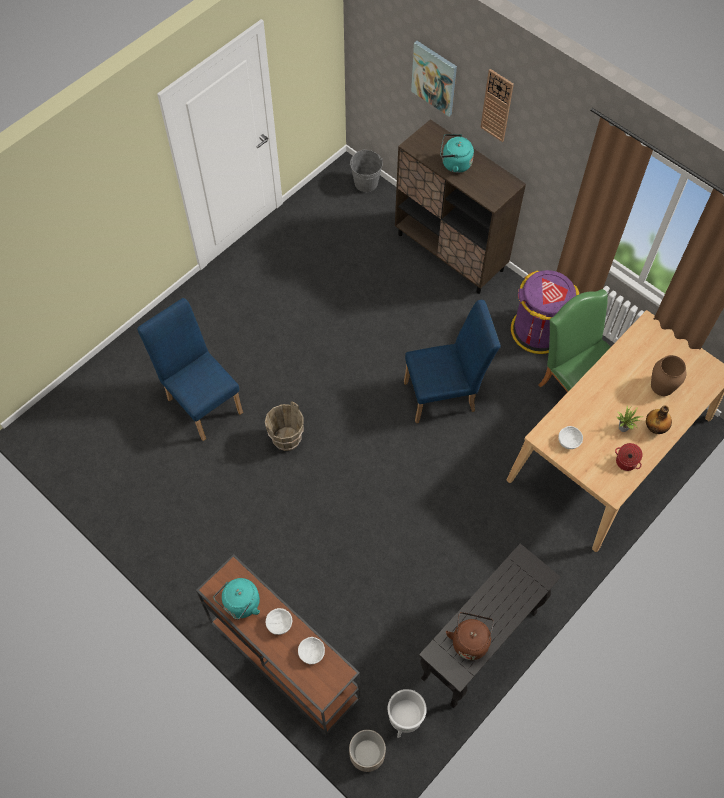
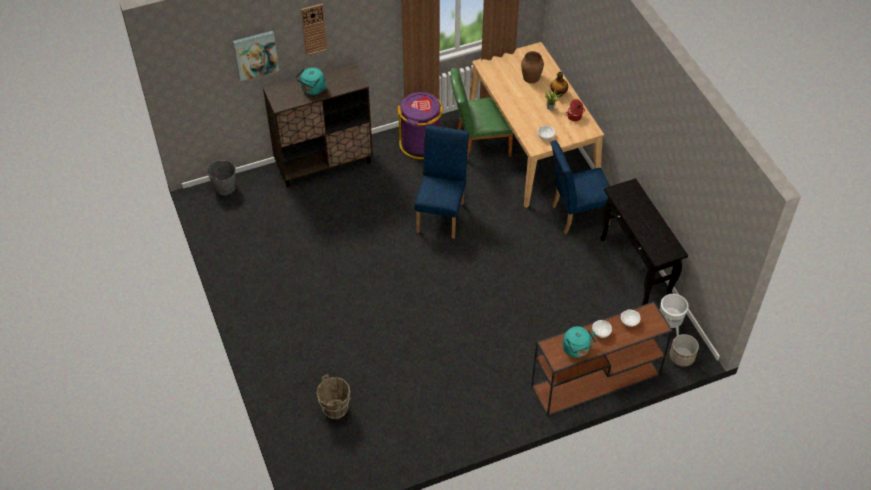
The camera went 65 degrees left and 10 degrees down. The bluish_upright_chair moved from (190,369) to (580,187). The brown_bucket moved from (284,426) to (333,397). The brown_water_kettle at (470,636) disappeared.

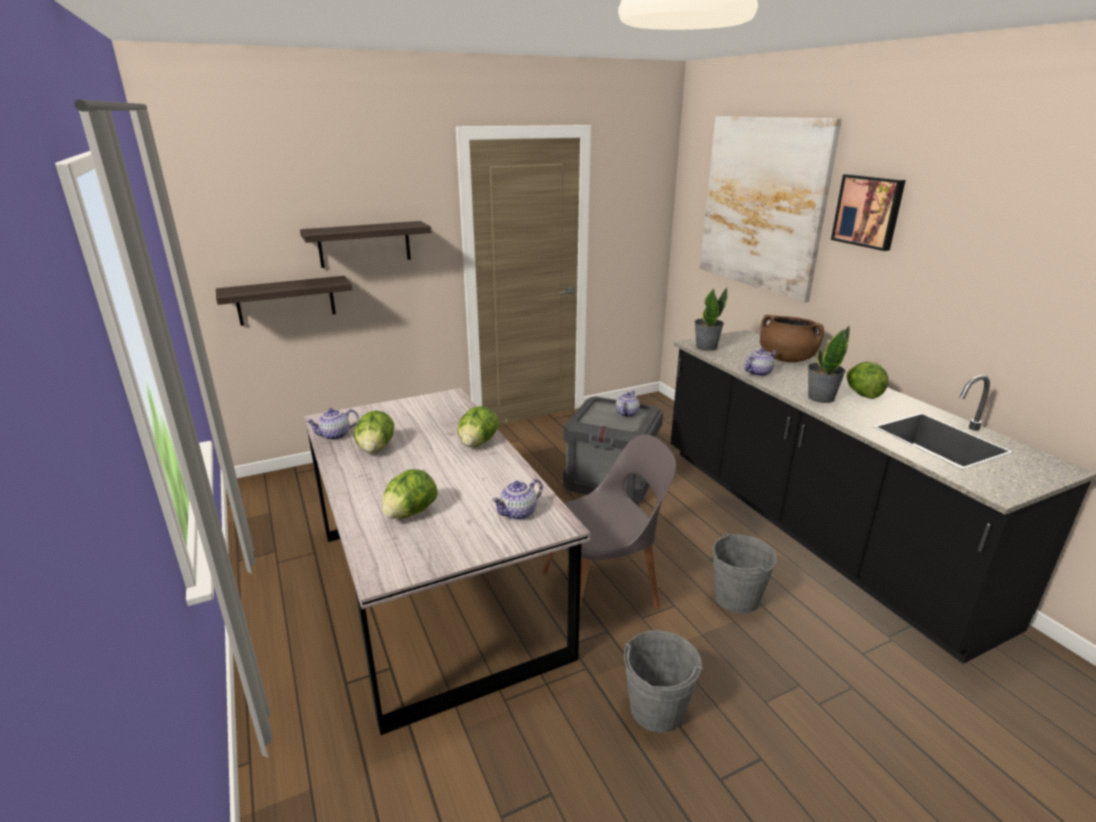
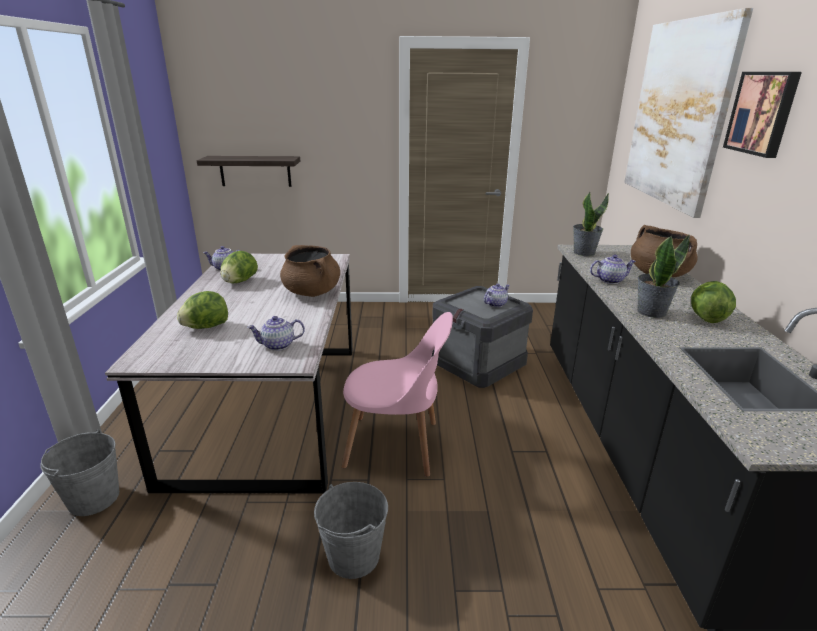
The camera went 25 degrees right and 0 degrees up. The shelf at (366,244) disappeared. The head_of_lettuce at (478,426) was replaced by the brown_saucepot at (310,271). The grey_upright_chair at (609,522) became the pink_upright_chair at (397,394). The grey_bucket moved from (744,573) to (79,473).

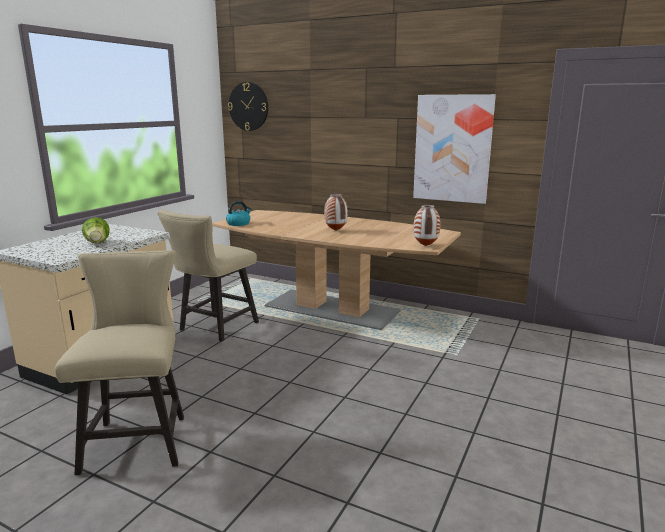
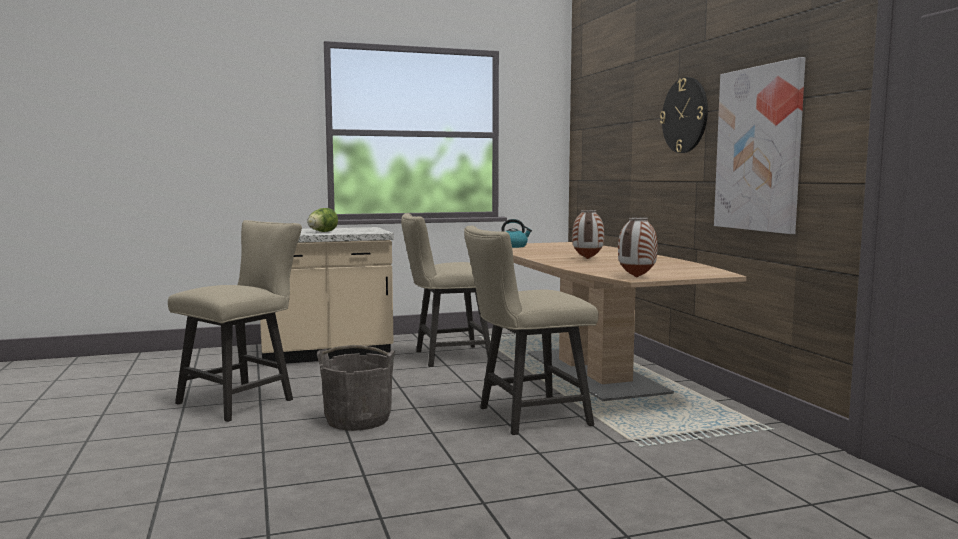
The camera went 45 degrees right and 10 degrees down. The hanging_clock moved from (248,106) to (684,115). The grey_bucket at (356,388) appeared. The sand-coloured_upright_chair at (531,330) appeared.

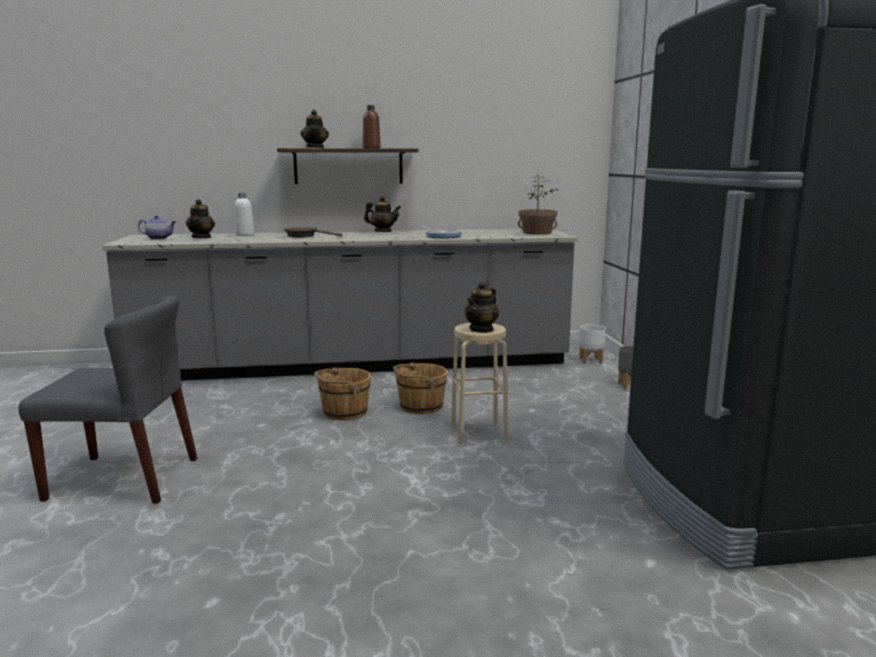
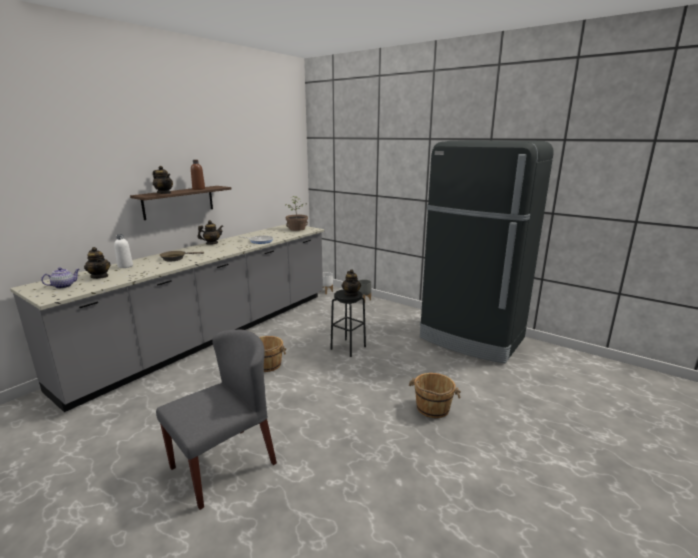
The camera went 45 degrees left and 5 degrees up. The brown_bucket moved from (420,388) to (435,395). The sand-coloured_stool at (479,383) became the black_stool at (348,323).

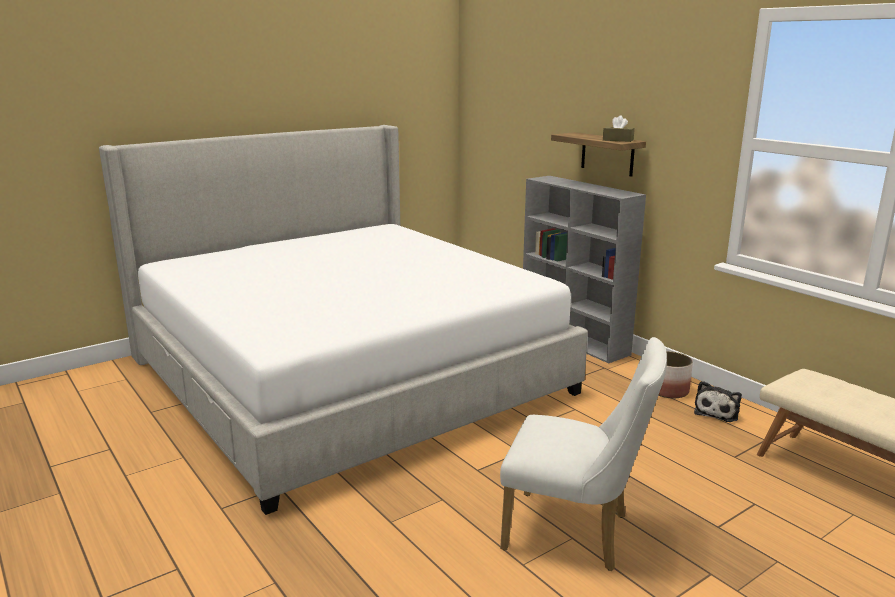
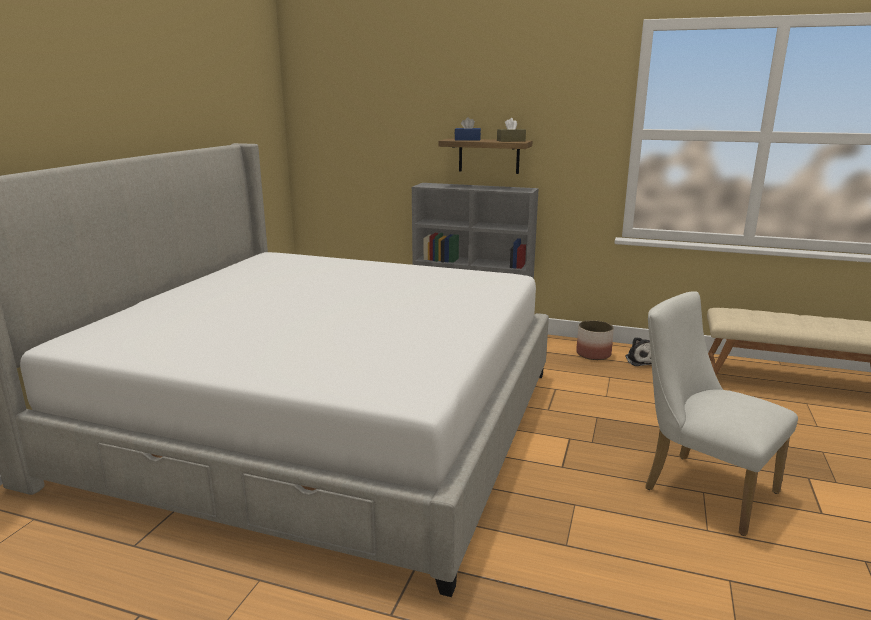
The camera went 35 degrees left and 0 degrees up. The whitish_upright_chair at (583,454) turned 120 degrees counterclockwise. The bluish_box_of_tissues at (467,129) appeared.

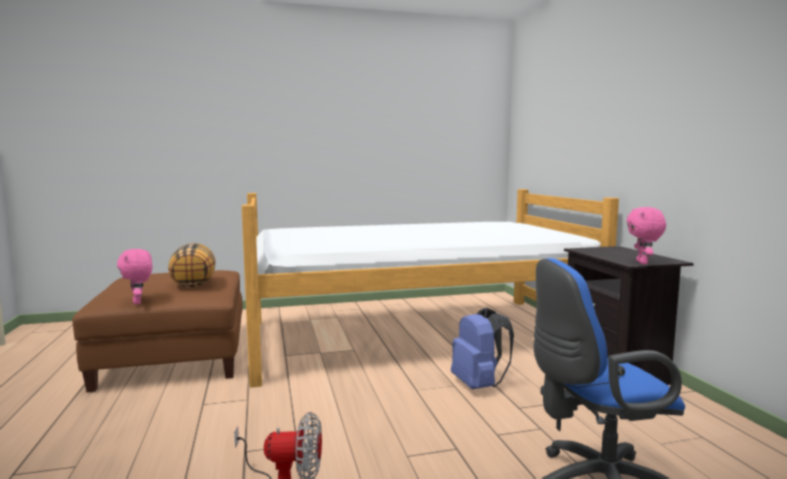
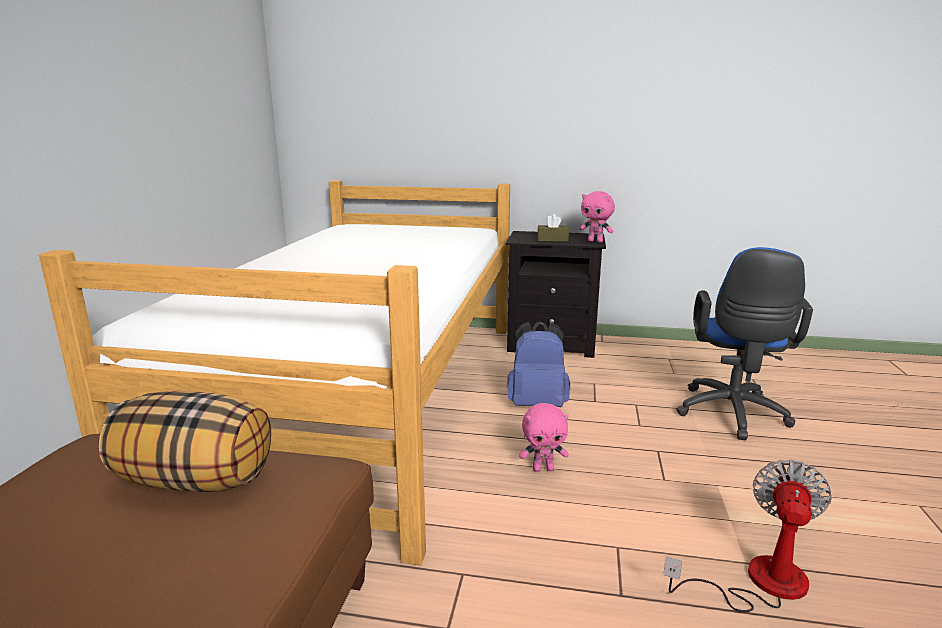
The camera went 65 degrees left and 10 degrees up. The pink_cuddly_toy moved from (134,276) to (544,437). The brown_box_of_tissues at (553,228) appeared.

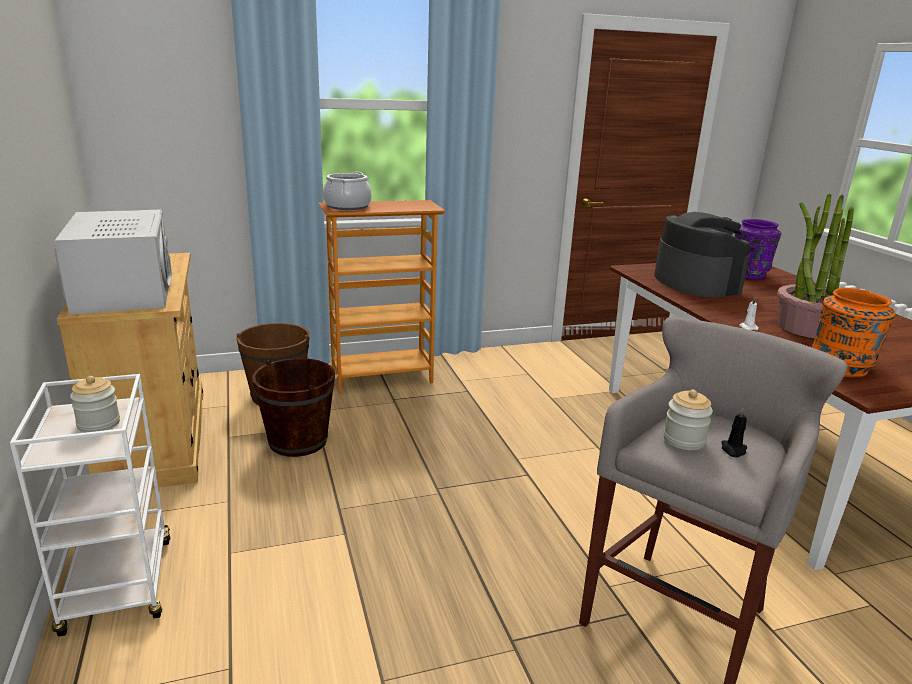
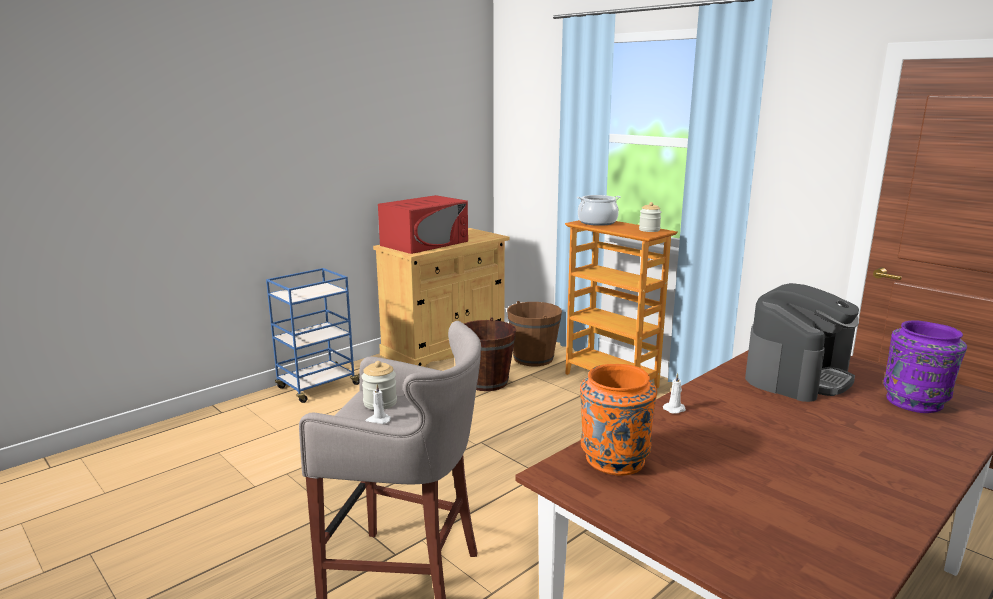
The camera went 65 degrees right and 5 degrees down. The whitish_cart at (90,505) became the bluish_cart at (312,335). The whitish_microwave_oven at (113,262) became the red-coloured_microwave_oven at (423,224). The jar moved from (95,404) to (650,217). The black_wax_candle at (734,432) became the whitish_wax_candle at (378,404). The plant_in_a_pot at (815,265) disappeared.

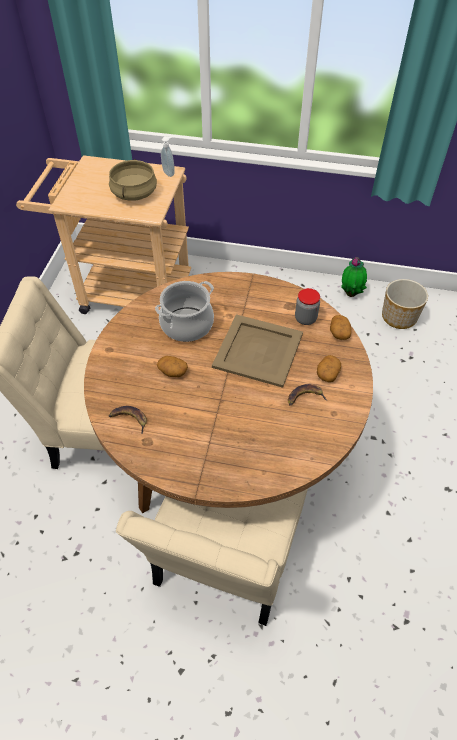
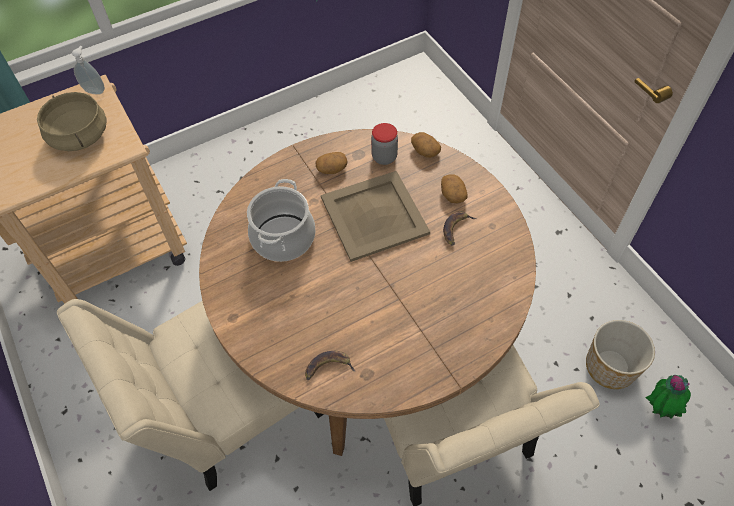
The camera went 40 degrees left and 5 degrees up. The potato moved from (172,366) to (332,163). The plant_in_a_pot moved from (354,277) to (668,397). The planter moved from (405,304) to (620,354).

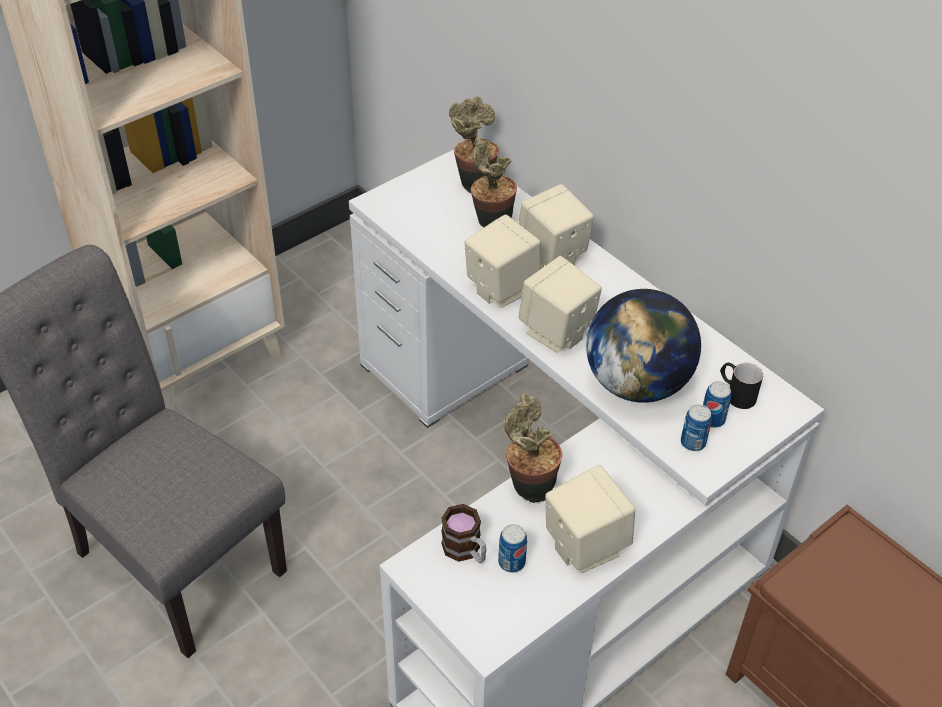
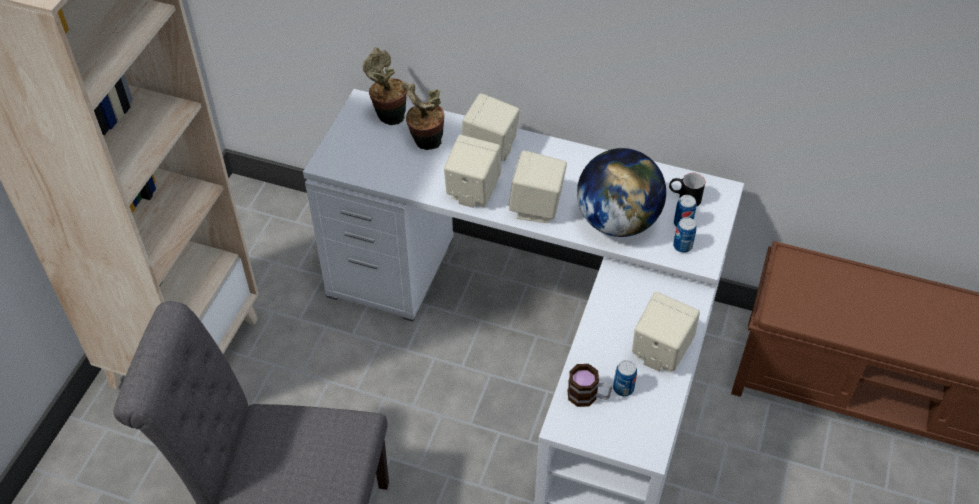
The camera went 30 degrees left and 5 degrees up. The plant_in_a_pot at (533,448) disappeared.

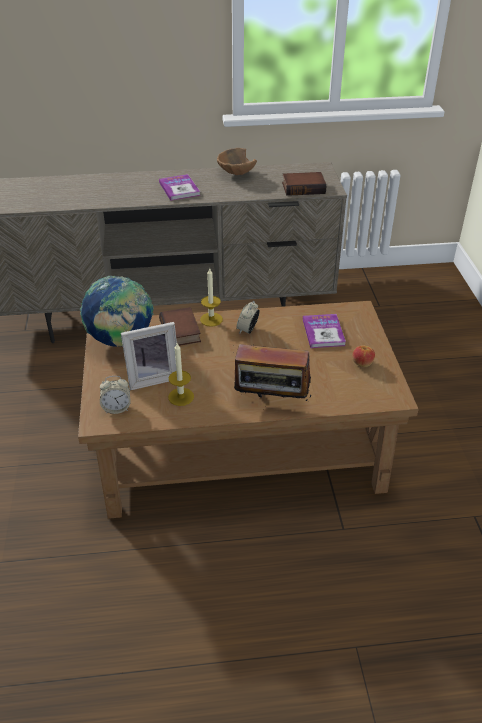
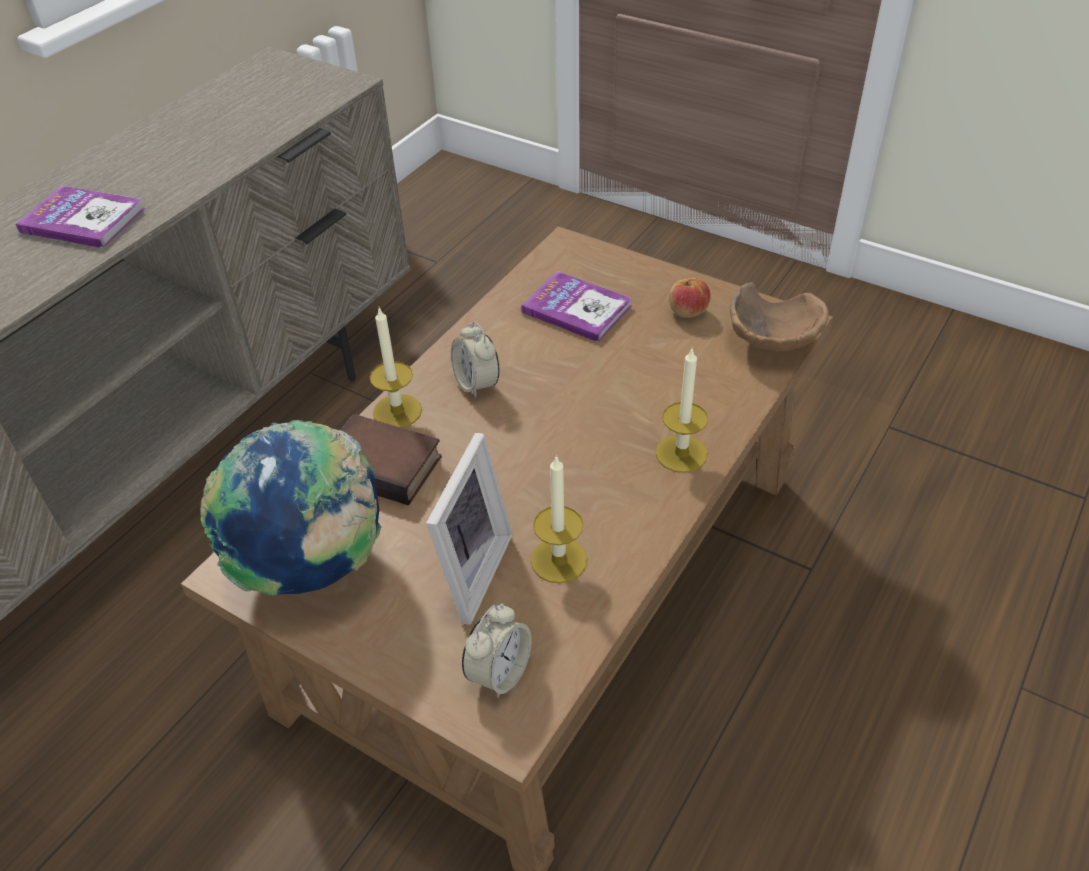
The camera went 50 degrees left and 5 degrees up. The brown_serving_bowl moved from (237,161) to (779,316). The radio at (272,375) was replaced by the wax_candle at (682,411). The volume at (304,184) disappeared.

